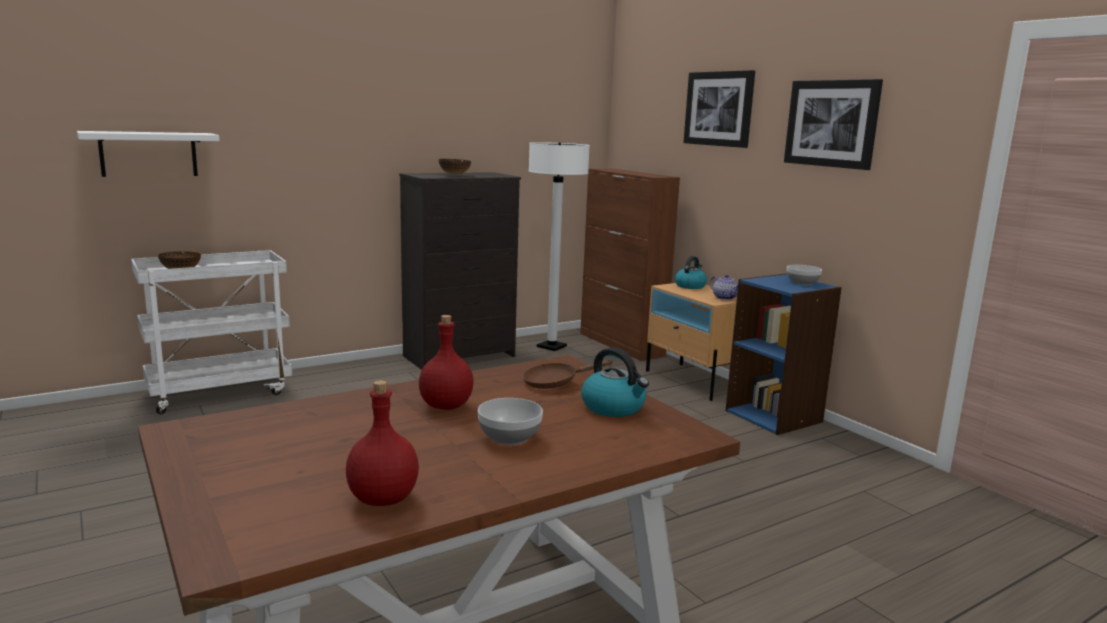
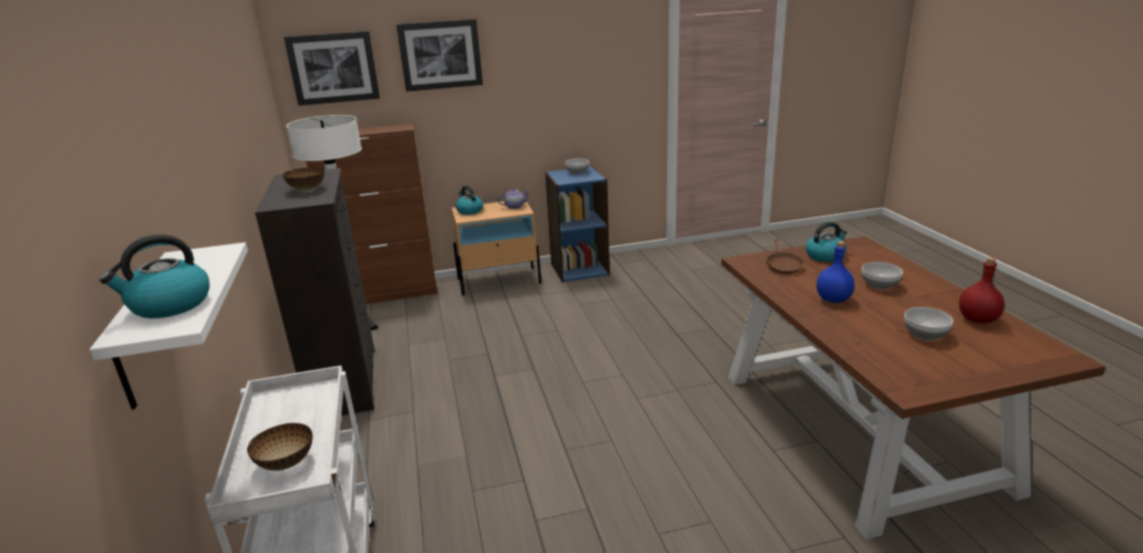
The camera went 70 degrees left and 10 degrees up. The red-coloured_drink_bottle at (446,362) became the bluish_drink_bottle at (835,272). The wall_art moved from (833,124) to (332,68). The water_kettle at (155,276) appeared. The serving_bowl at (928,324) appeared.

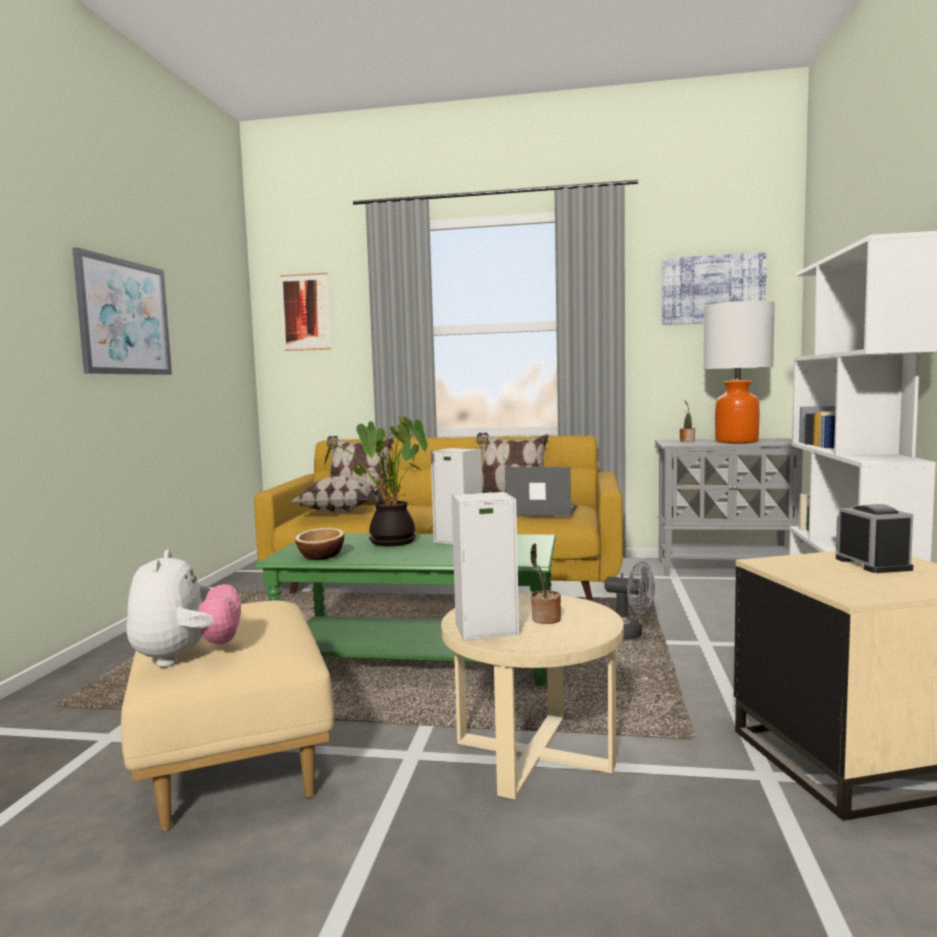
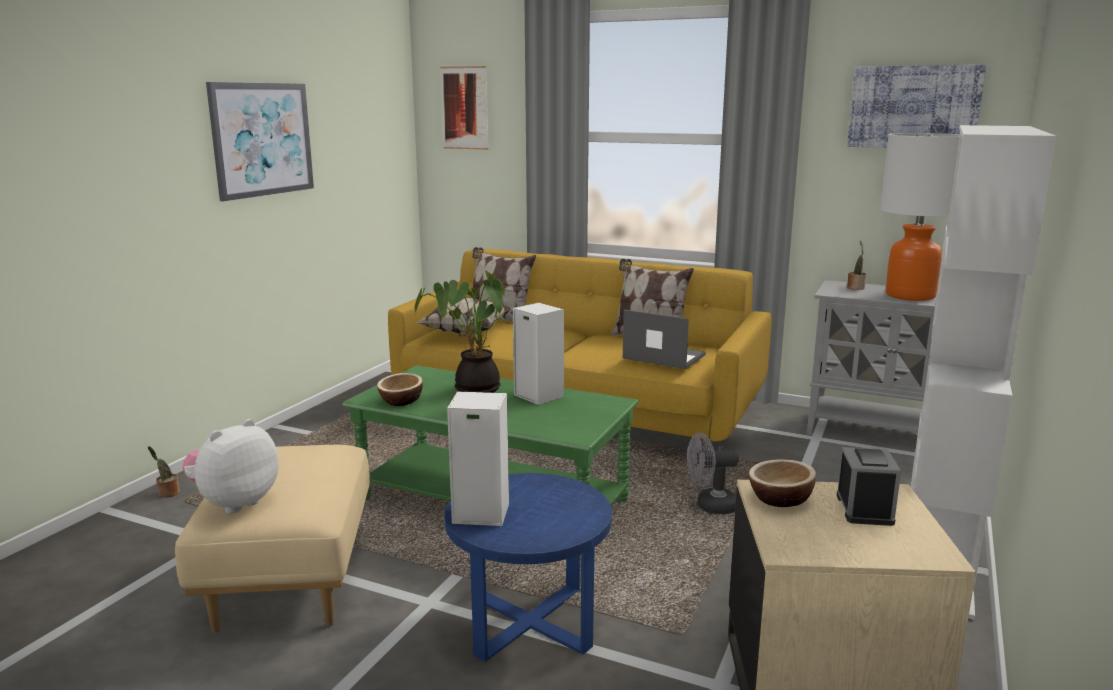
The camera went 15 degrees right and 10 degrees up. The cuddly_toy at (184,608) turned 150 degrees counterclockwise. The sand-coloured_side_table at (532,696) became the bluish_side_table at (528,567). The plant_in_a_pot moved from (545,583) to (164,472). The grey_cooling_fan at (629,600) turned 135 degrees clockwise. The serving_bowl at (782,483) appeared.

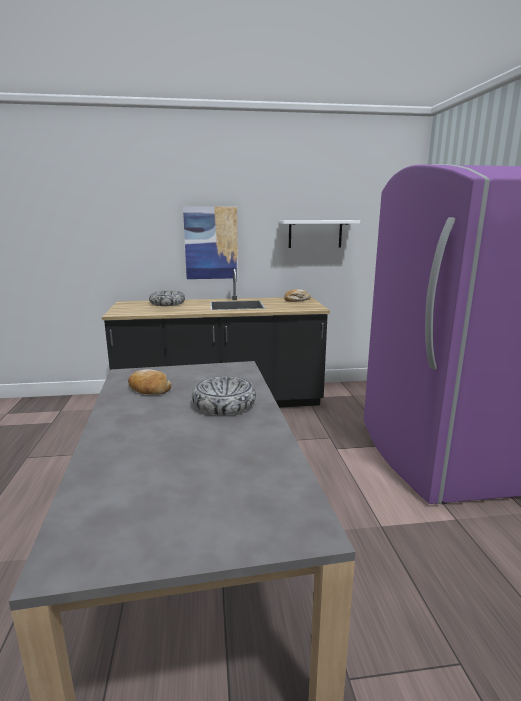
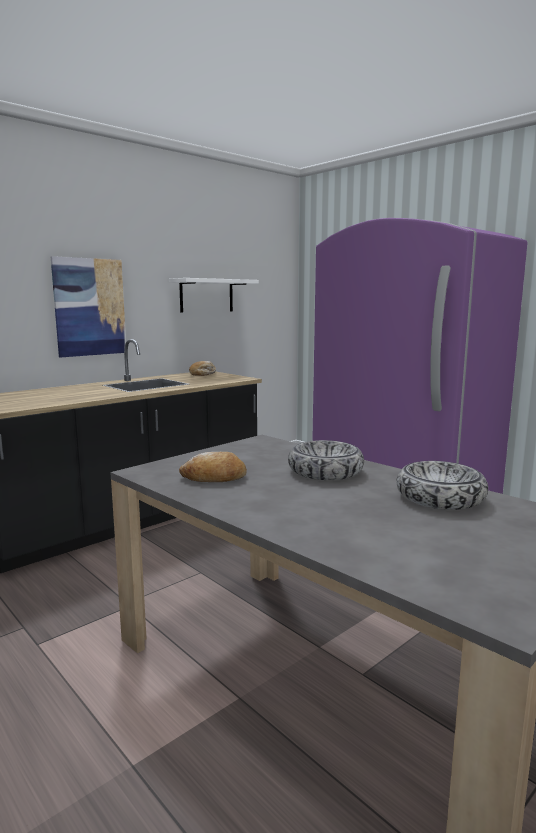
The camera went 35 degrees left and 5 degrees down. The serving_bowl moved from (167,298) to (442,485).

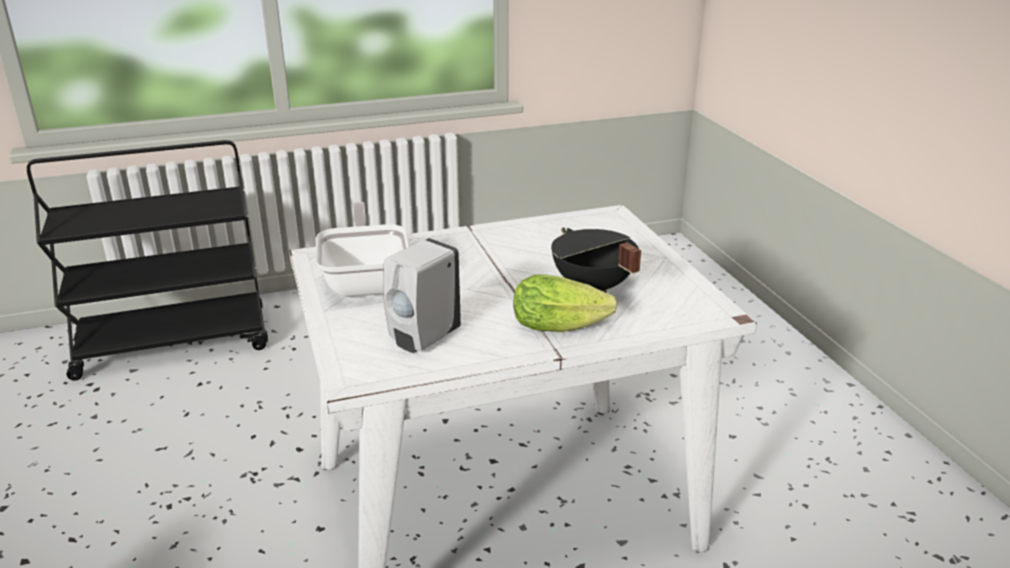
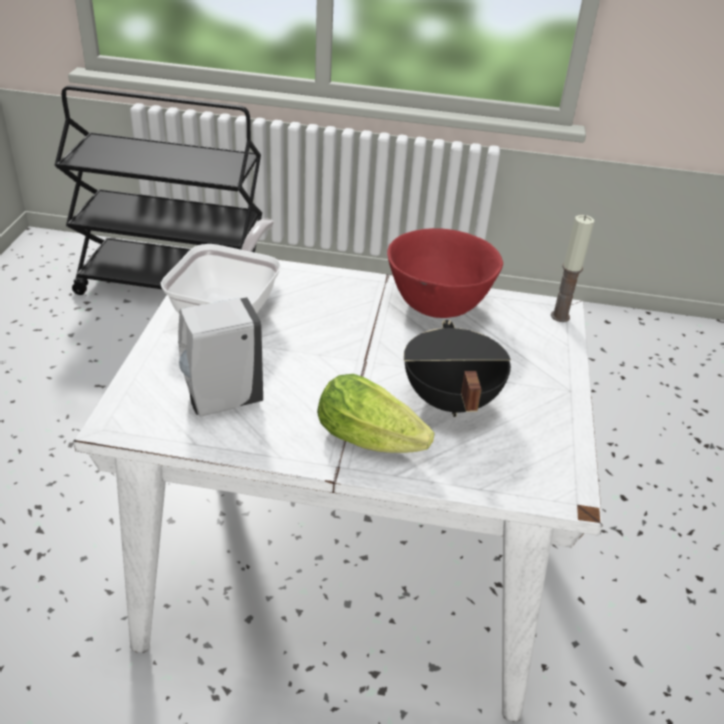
The camera went 25 degrees right and 10 degrees up. The red-coloured_serving_bowl at (445,273) appeared. The wax_candle at (572,268) appeared.

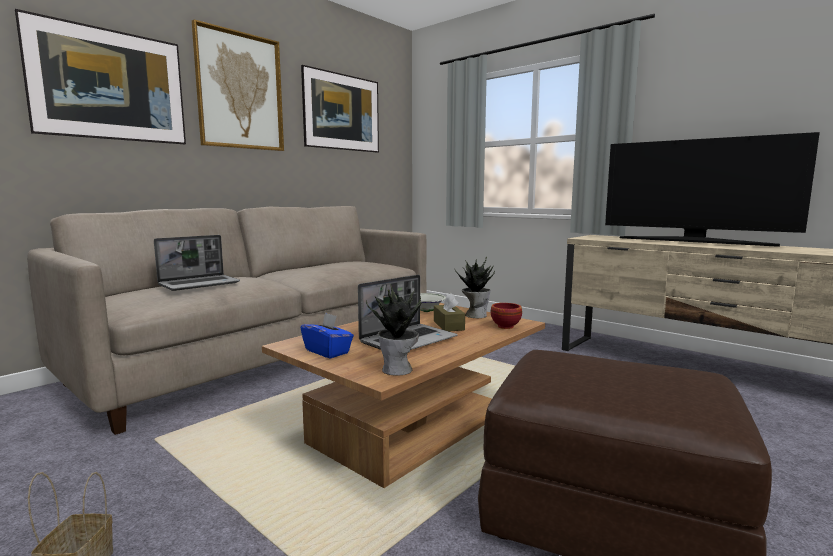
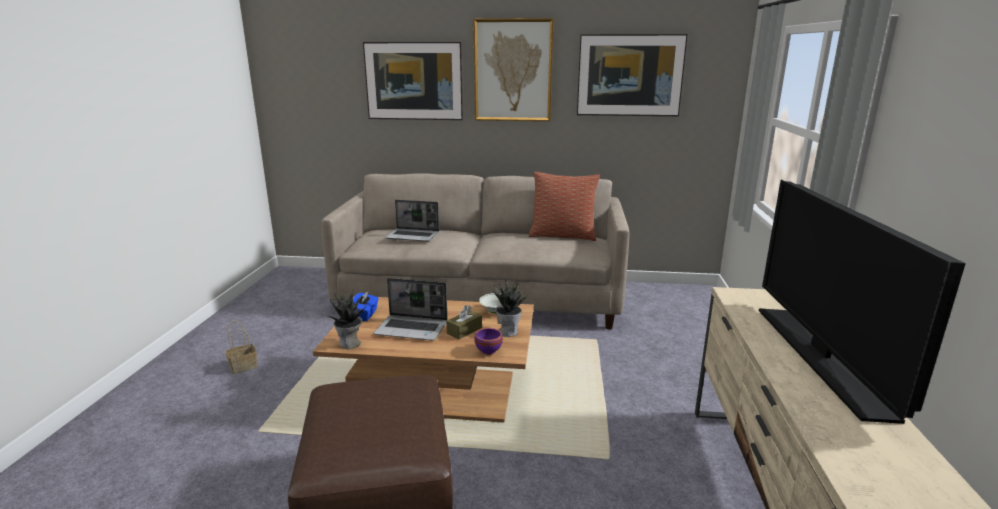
The camera went 55 degrees right and 10 degrees up. The red-coloured_serving_bowl at (506,316) became the purple-coloured_serving_bowl at (489,341). The pillow at (564,206) appeared.

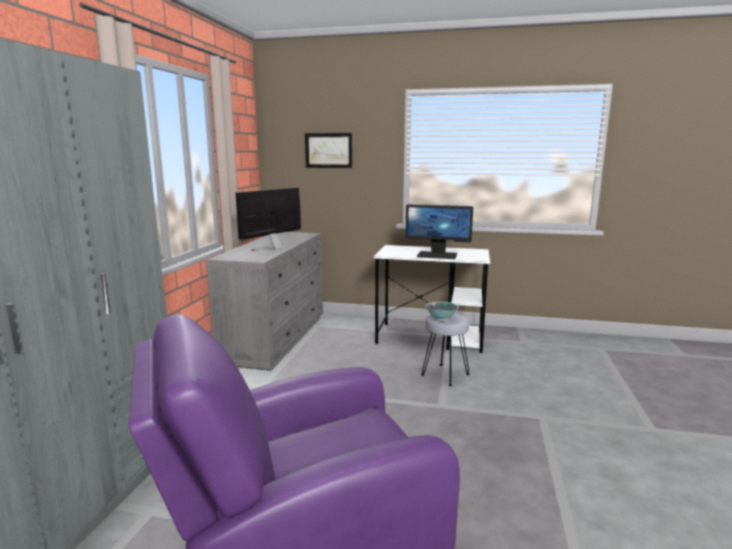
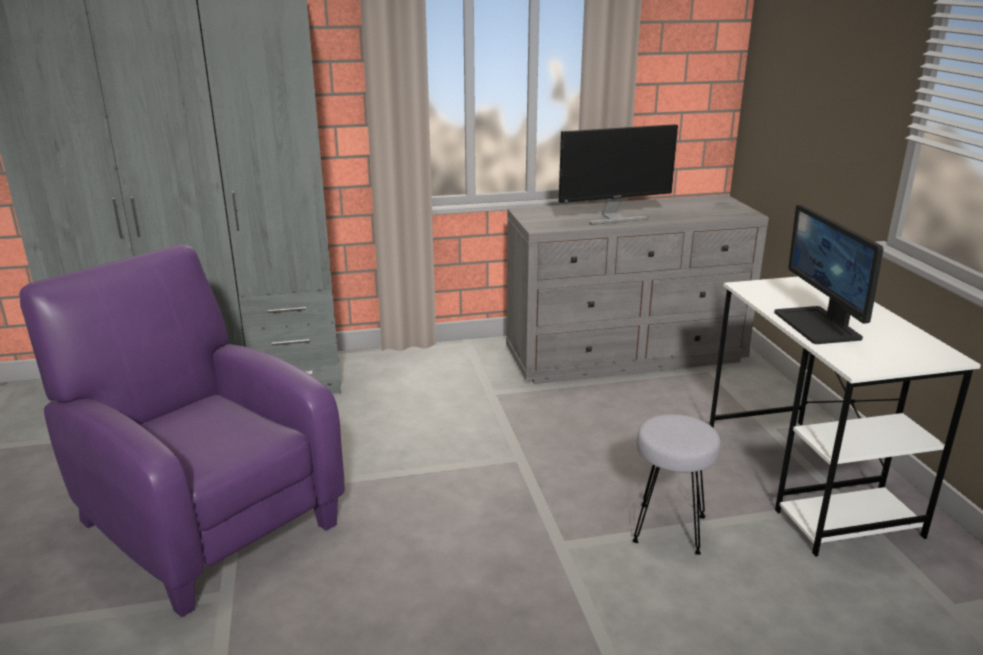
The camera went 65 degrees right and 10 degrees up. The computer_display at (268,219) turned 150 degrees clockwise. The wall_art at (328,150) disappeared. The serving_bowl at (442,311) disappeared.

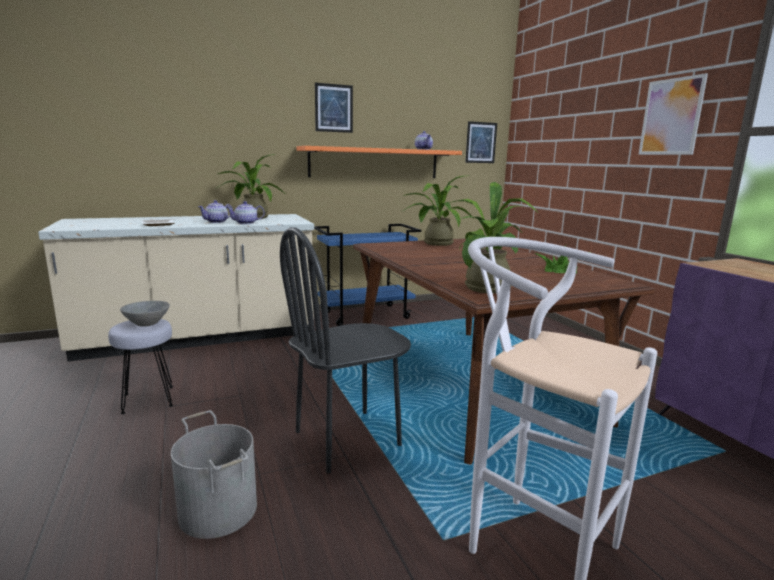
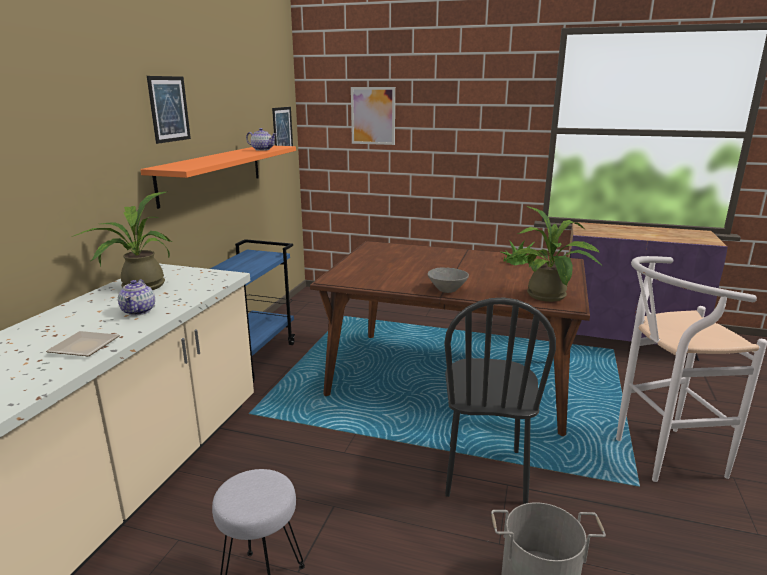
The camera went 50 degrees left and 5 degrees up. The grey_serving_bowl moved from (145,314) to (448,280). The teapot at (245,212) disappeared. The plant_in_a_pot at (438,211) disappeared. The wall_art moved from (673,114) to (373,116).

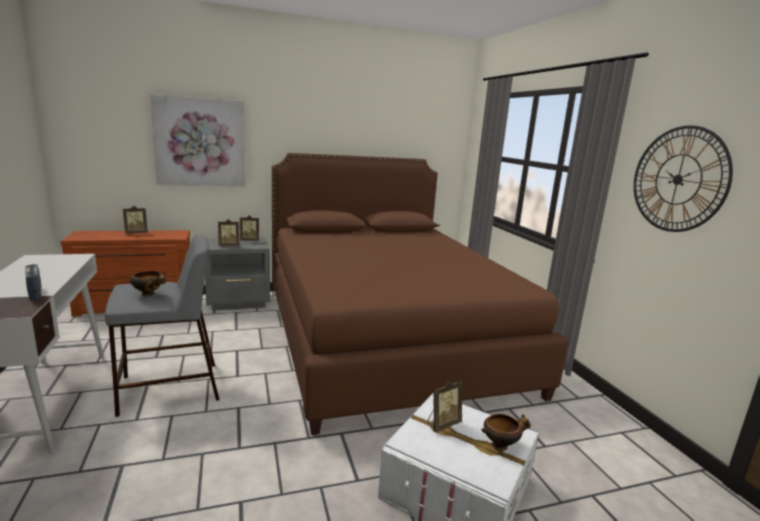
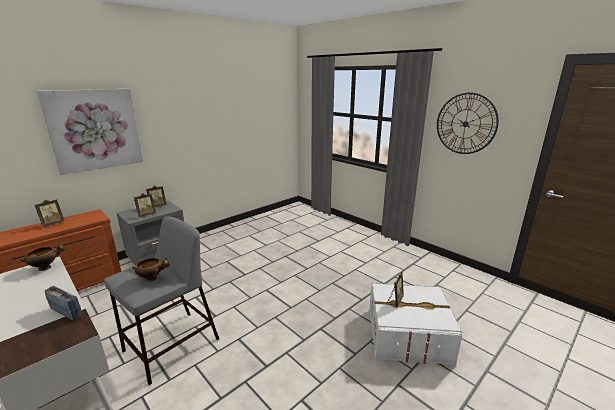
The camera went 25 degrees left and 5 degrees up. The brown_sleeping_bed at (420,294) disappeared. The serving_bowl moved from (506,432) to (43,257).

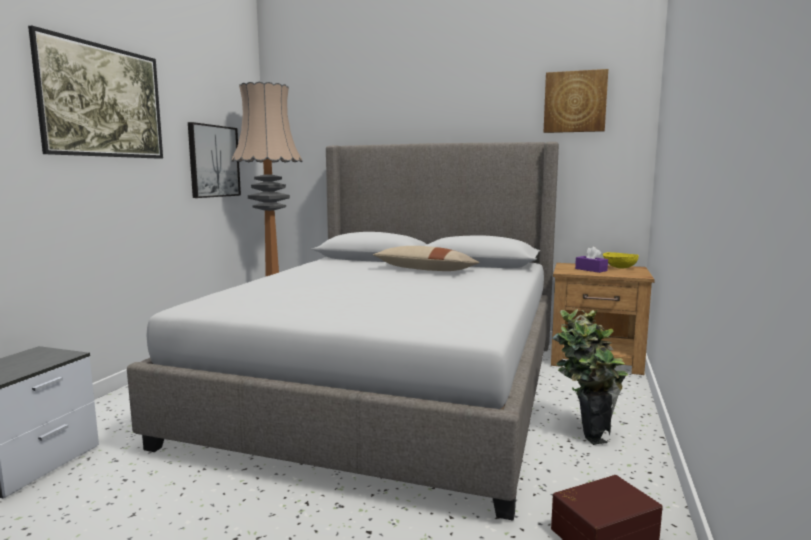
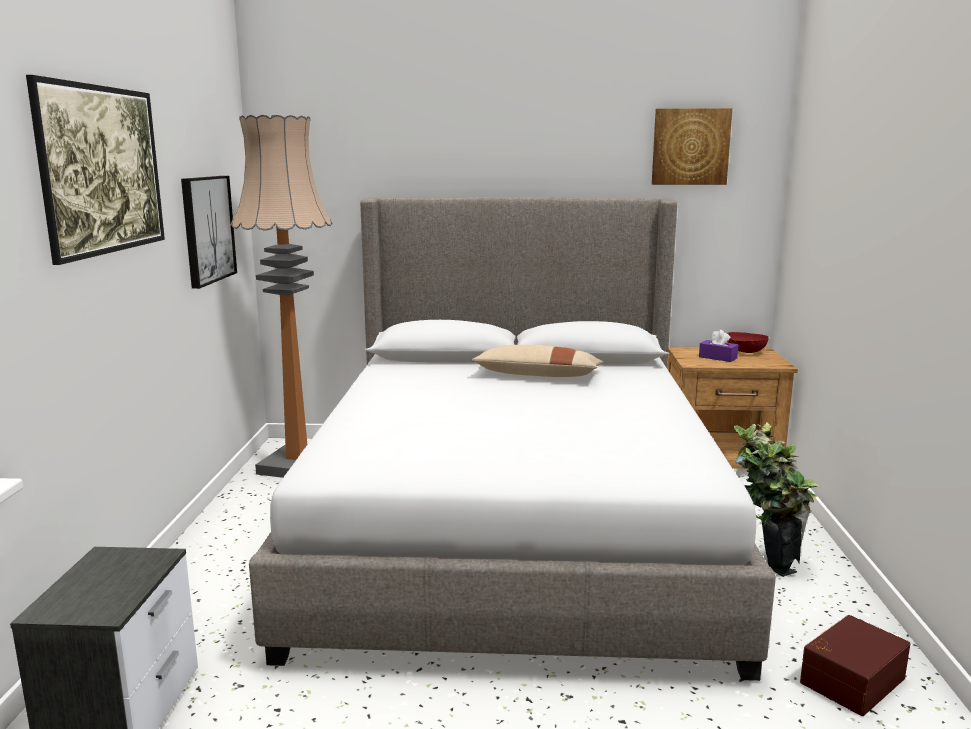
The camera went 15 degrees left and 5 degrees up. The yellowish_serving_bowl at (621,260) became the red-coloured_serving_bowl at (747,342).

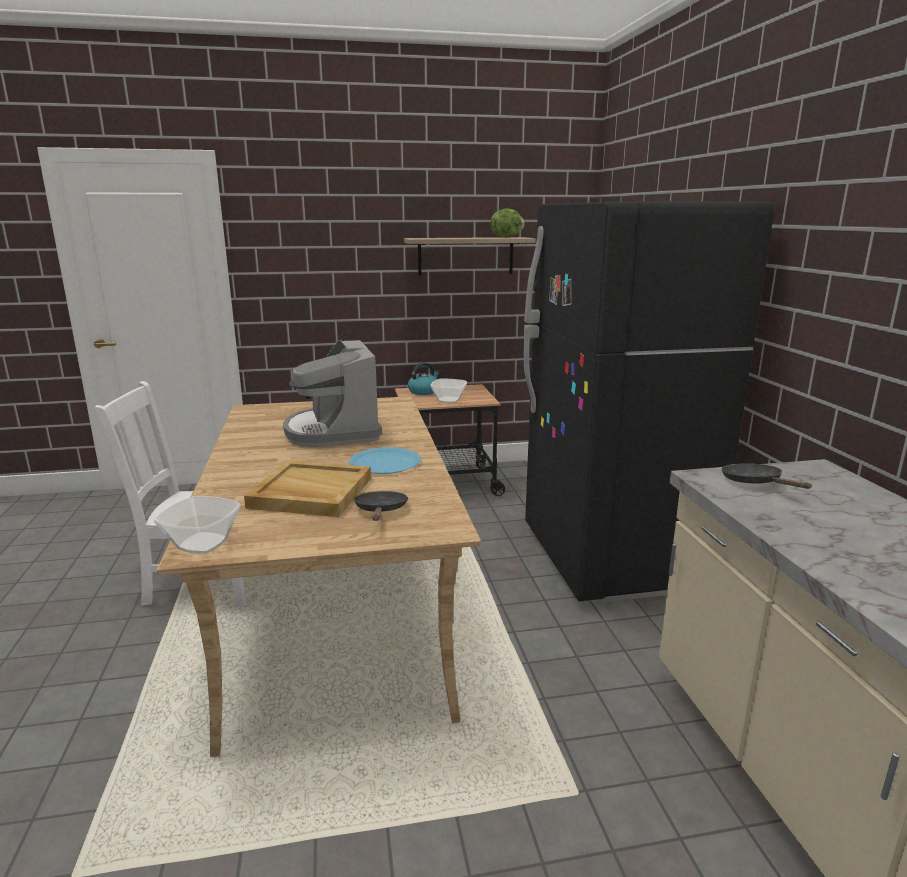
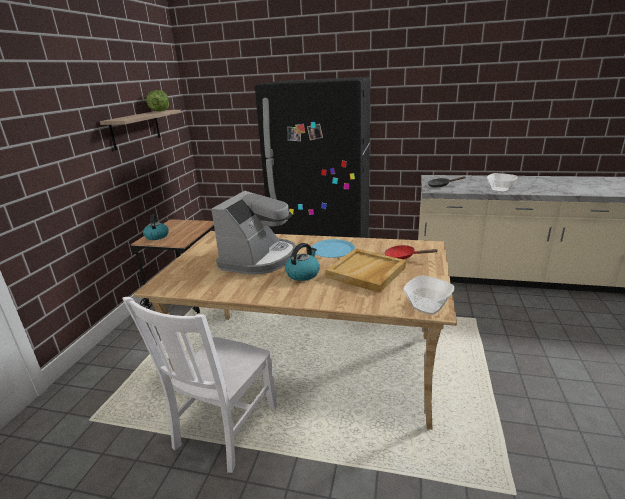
The camera went 65 degrees left and 5 degrees up. The coffee_maker at (332,393) turned 75 degrees counterclockwise. The black_frying_pan at (381,506) became the red-coloured_frying_pan at (411,252). The serving_bowl moved from (449,391) to (502,182). The water_kettle at (302,262) appeared.

